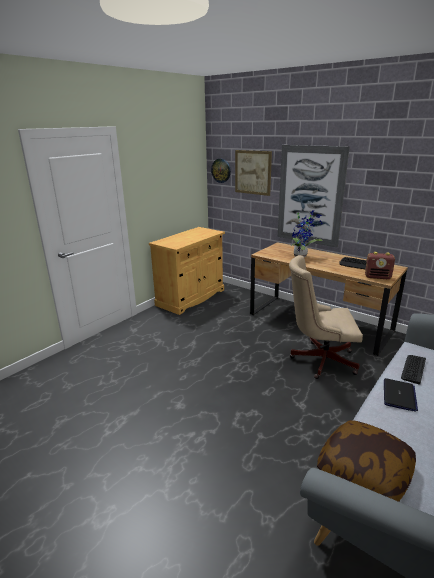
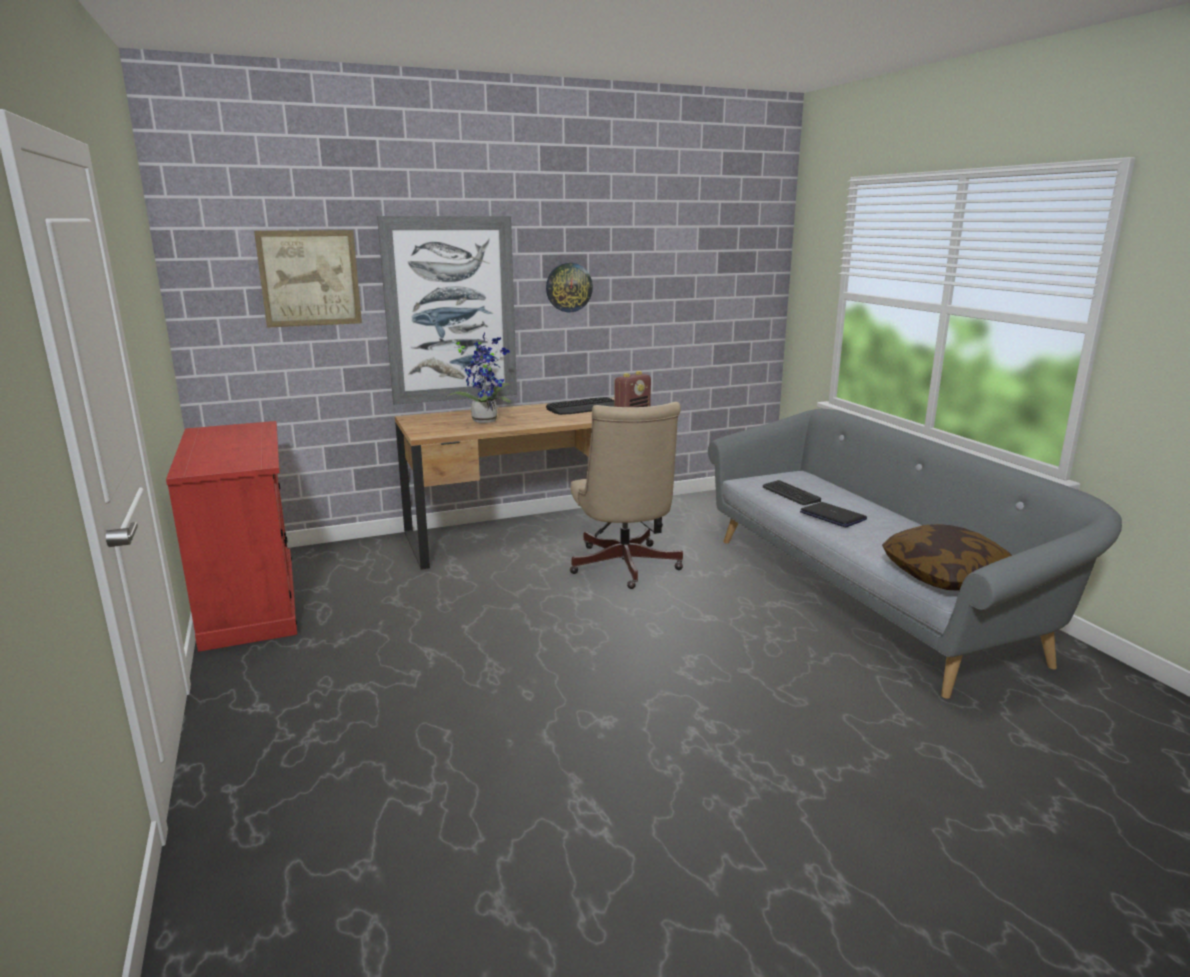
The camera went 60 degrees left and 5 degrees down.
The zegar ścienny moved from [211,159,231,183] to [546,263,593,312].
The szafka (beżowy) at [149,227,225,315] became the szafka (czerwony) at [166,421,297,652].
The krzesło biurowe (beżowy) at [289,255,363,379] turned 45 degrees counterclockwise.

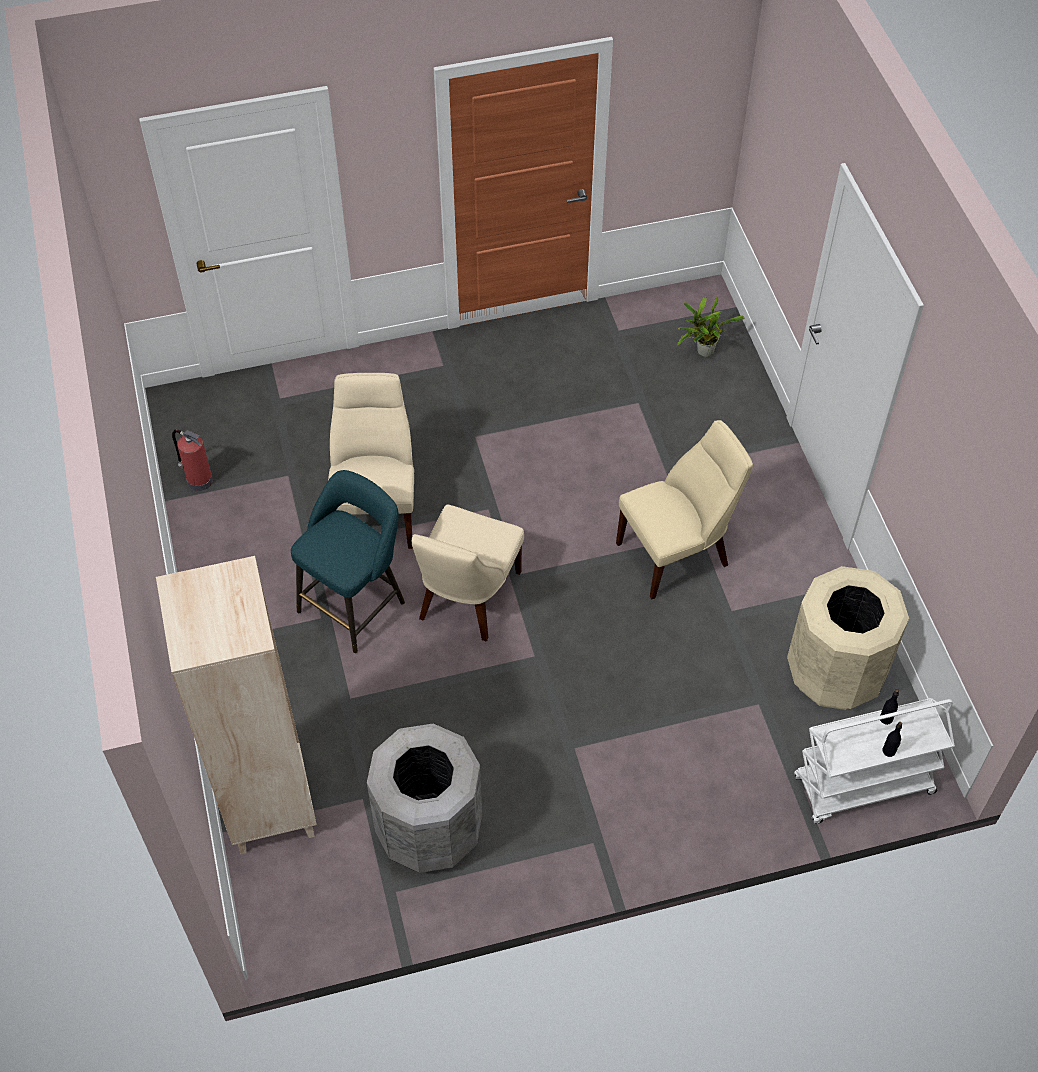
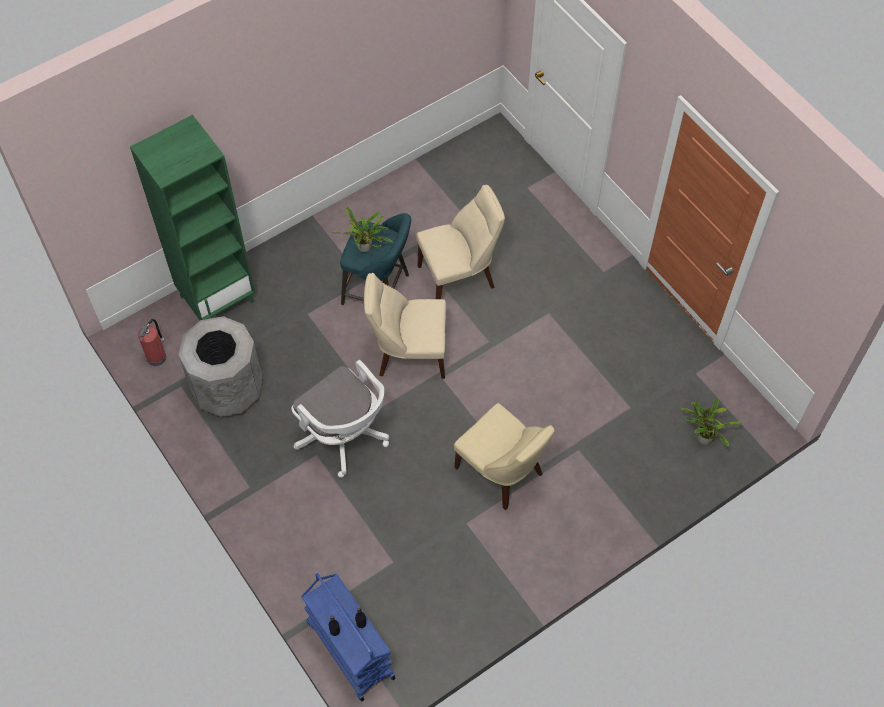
The camera went 70 degrees right and 5 degrees up.
The gaśnica moved from [172,429,213,491] to [138,319,166,366].
The regał (beżowy) at [156,556,317,854] became the regał (zielony) at [130,115,255,320].
The kosz na śmieci (beżowy) at [787,566,909,710] disappeared.
The wózek (biały) at [794,698,955,824] became the wózek (niebieski) at [301,573,396,702].
The roślina doniczkowa at [332,207,393,252] appeared.
The krzesło biurowe (biały) at [292,360,389,478] appeared.

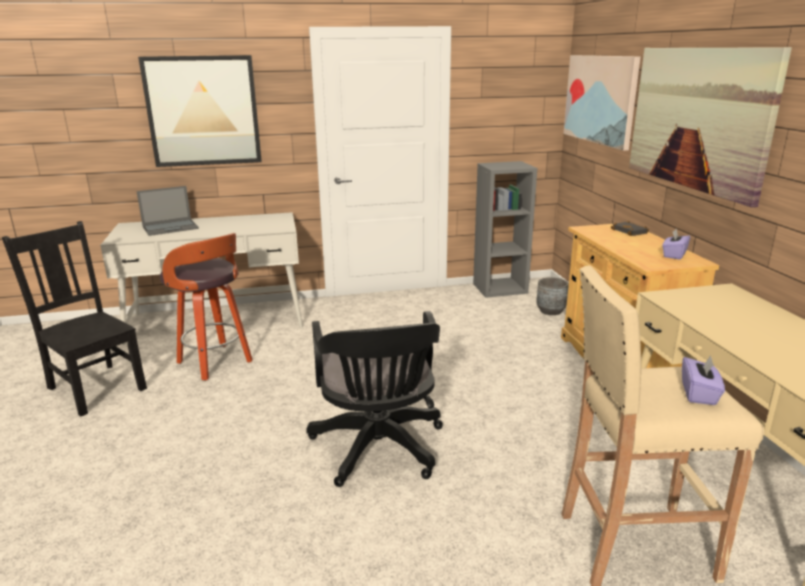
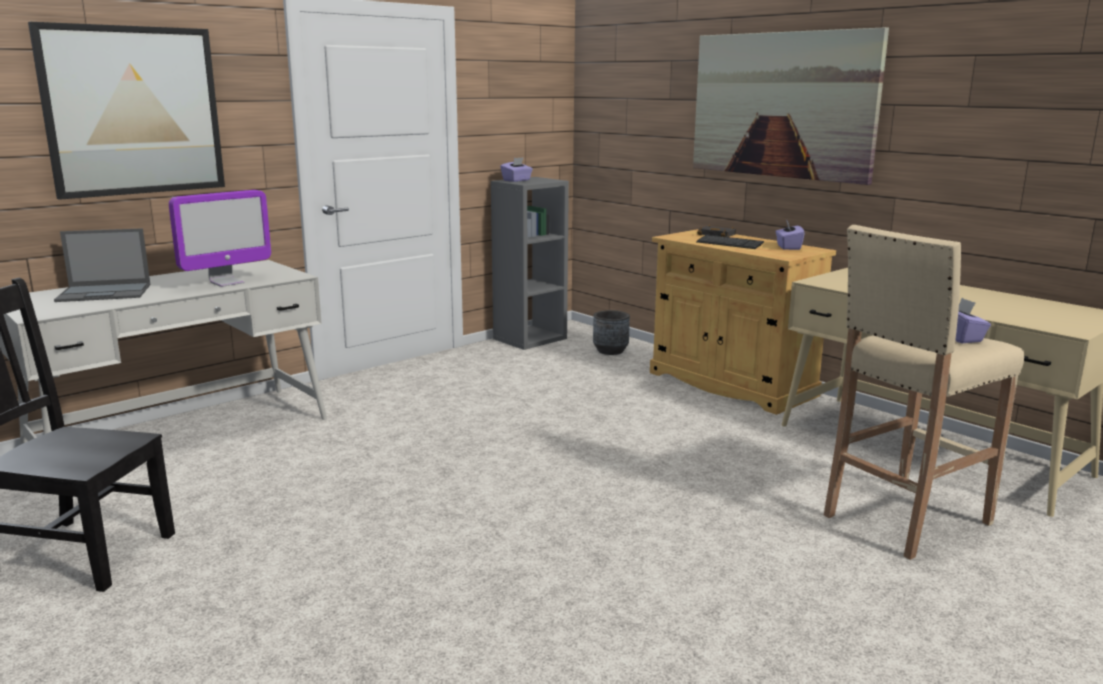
The camera went 30 degrees left and 5 degrees down.
The obraz at [563,55,641,151] disappeared.
The laptop at [136,186,199,236] turned 45 degrees clockwise.
The stołek at [160,233,253,381] disappeared.
The krzesło biurowe (czarny) at [306,311,443,487] disappeared.
The pudełko chusteczek (fioletowy) at [500,157,533,182] appeared.
The monitor at [169,190,271,287] appeared.
The klawiatura at [696,235,764,249] appeared.

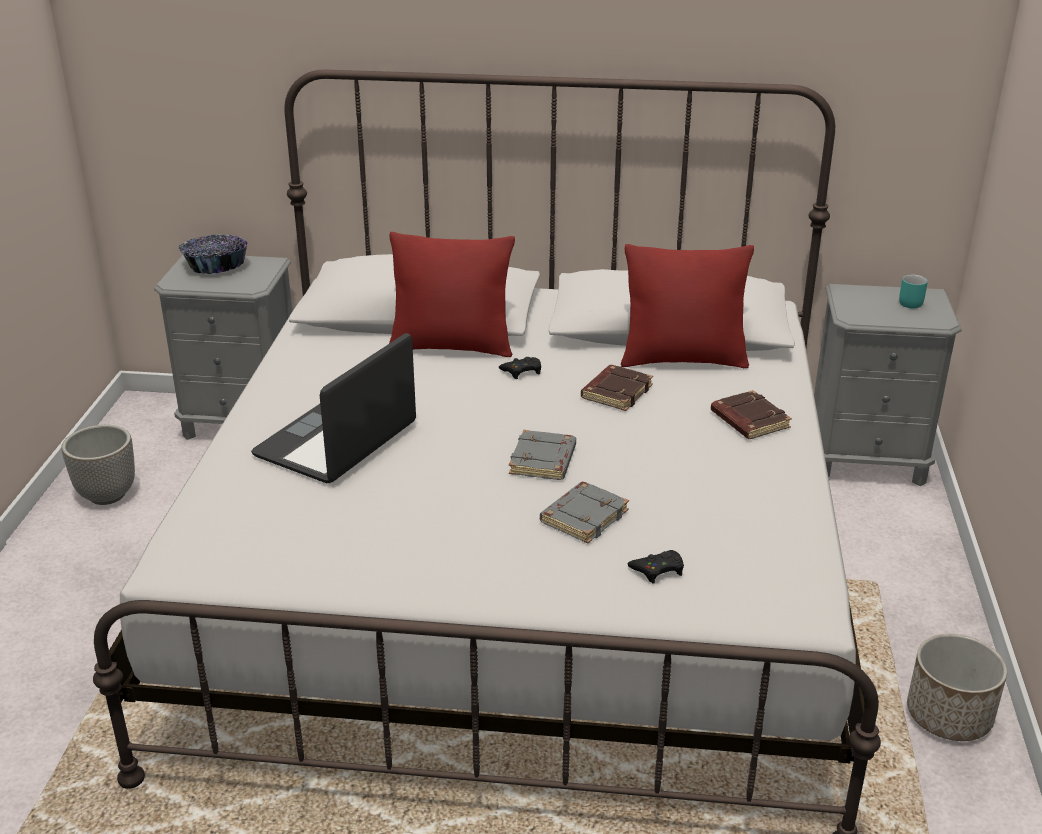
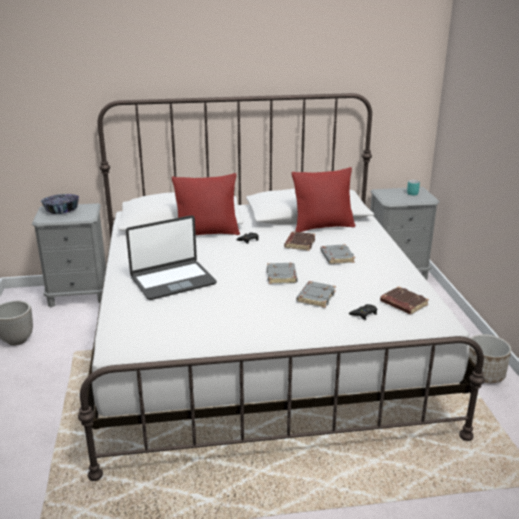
The camera went 15 degrees left and 5 degrees down.
The laptop at [251,333,416,483] turned 135 degrees counterclockwise.
The książka (brązowy) moved from [711,390,792,439] to [380,286,429,315].
The książka (szary) at [321,244,355,264] appeared.

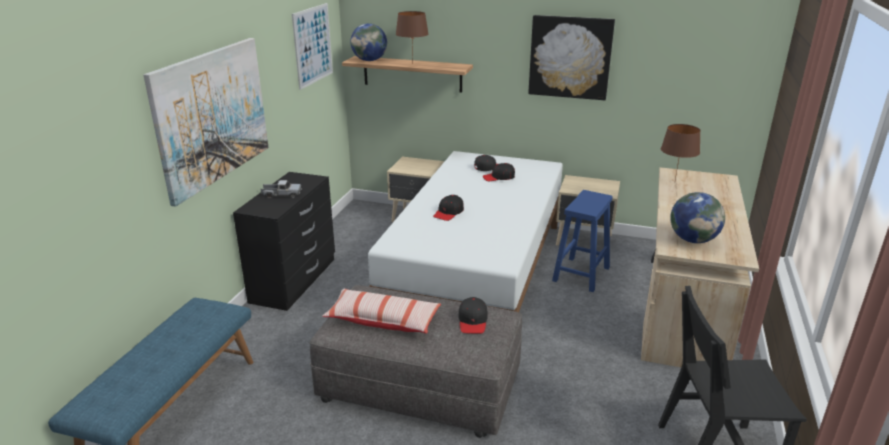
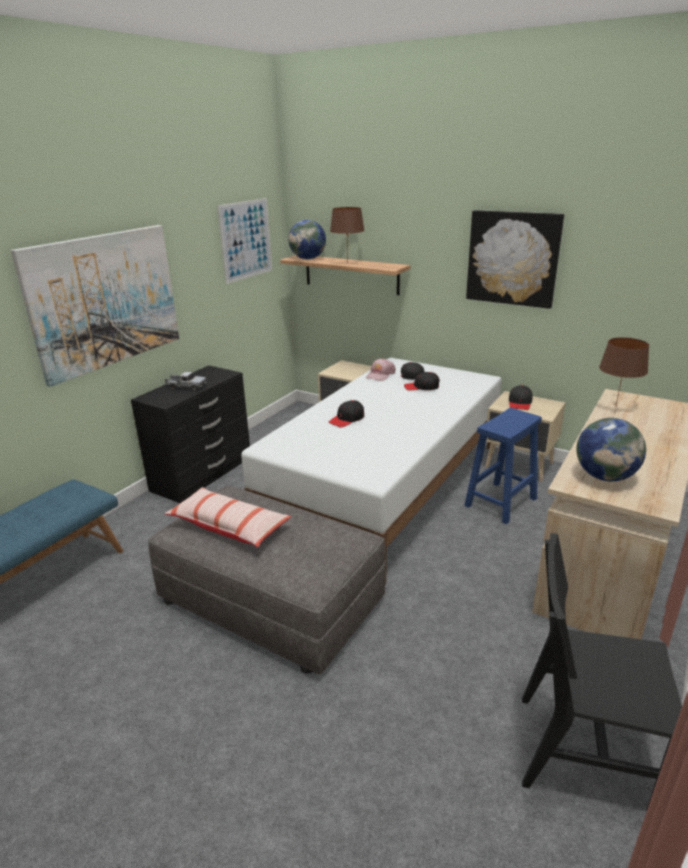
The camera went 15 degrees right and 0 degrees up.
The czapka z daszkiem (czarny) moved from [458,297,488,334] to [509,385,533,410].
The czapka z daszkiem (różowy) at [366,358,396,381] appeared.

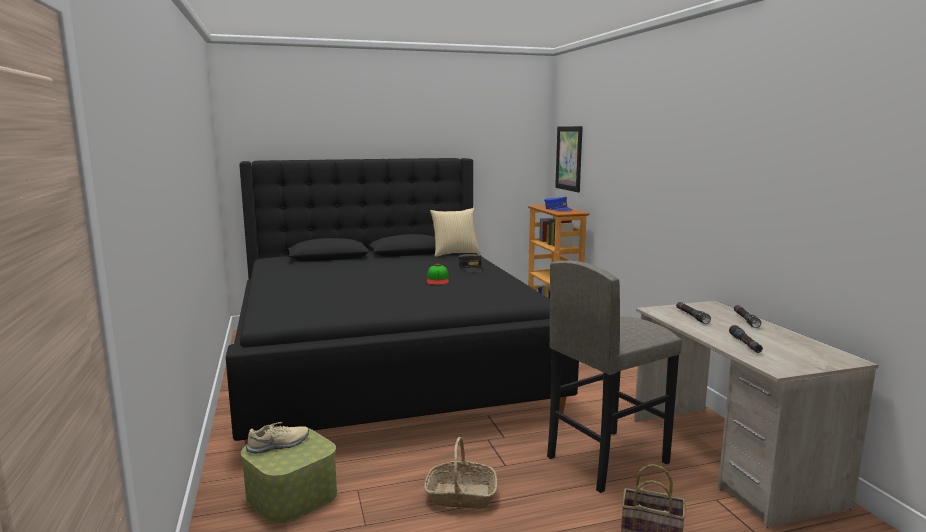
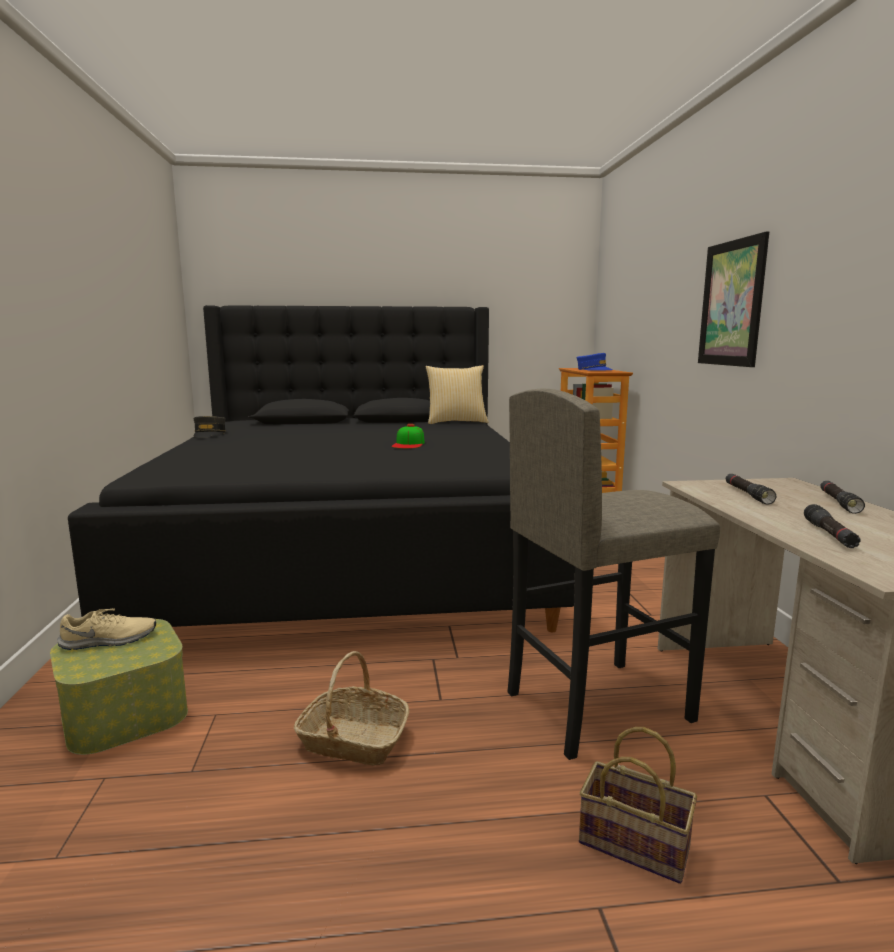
The camera went 10 degrees right and 0 degrees up.
The obraz moved from [555,126,583,192] to [698,231,769,367].
The czapka z daszkiem (szary) moved from [458,254,483,272] to [194,416,226,437].

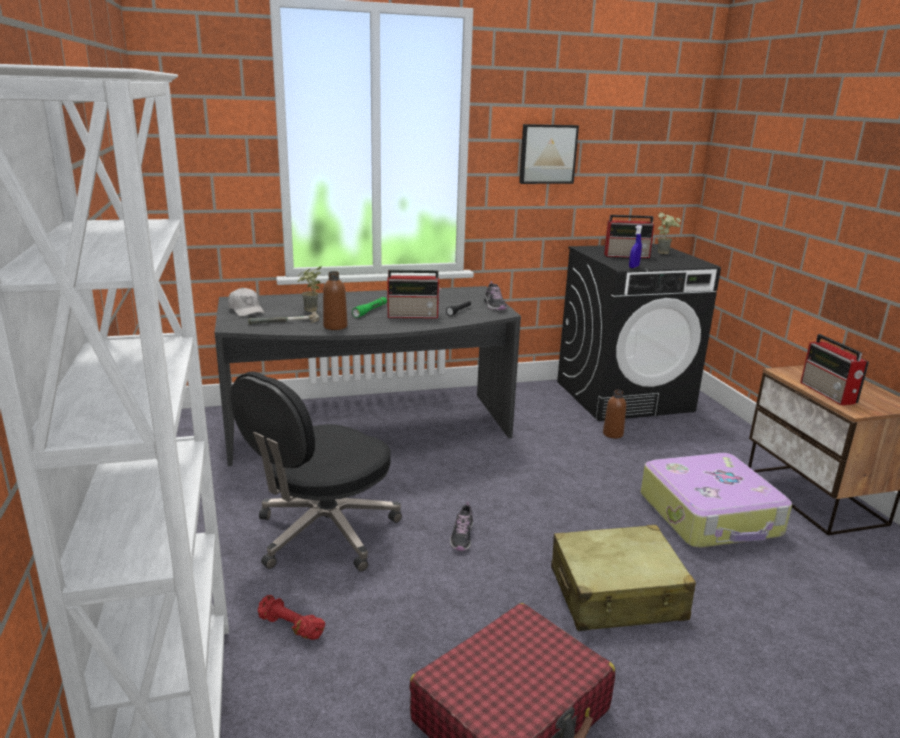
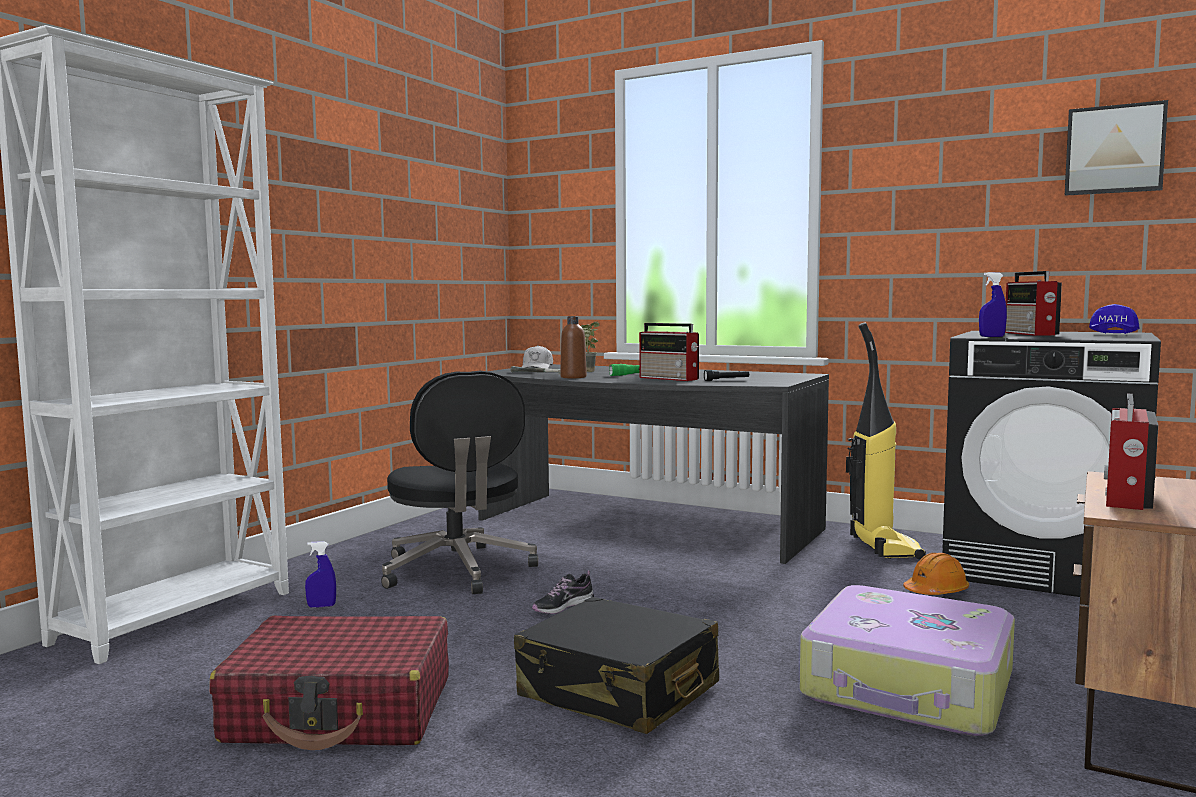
The camera went 45 degrees right and 15 degrees down.
The obraz moved from [519,124,579,184] to [1065,100,1168,196].
The roślina doniczkowa at [658,212,681,254] was replaced by the czapka z daszkiem (niebieski) at [1089,304,1139,334].
The radio at [604,215,654,258] turned 45 degrees clockwise.
The but at [484,281,507,310] disappeared.
The krzesło biurowe (czarny) at [230,371,402,572] turned 105 degrees counterclockwise.
The butelka (brązowy) at [603,389,626,438] was replaced by the kask (pomarańczowy) at [903,553,969,595].
The walizka (beżowy) at [551,525,696,631] became the walizka (czarny) at [514,597,719,734].
The hantel (czerwony) at [258,595,325,640] was replaced by the spryskiwacz (niebieski) at [305,541,336,608].
The odkurzacz at [846,323,926,559] appeared.

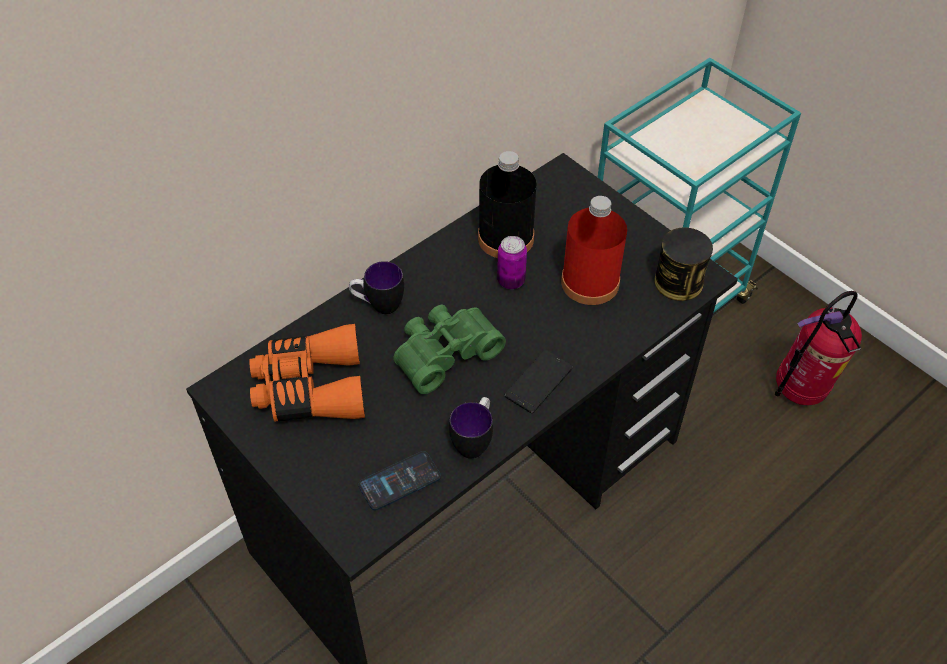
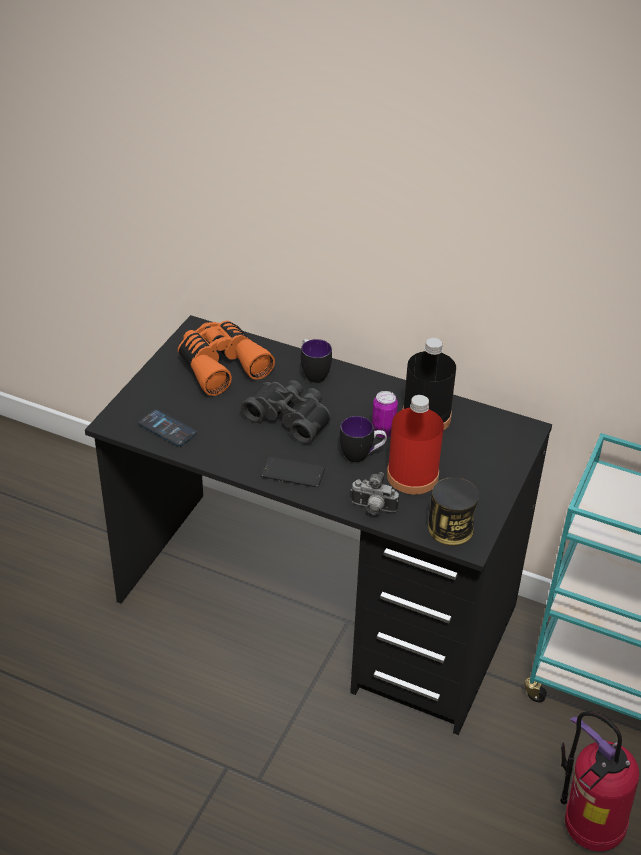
The camera went 65 degrees right and 10 degrees down.
The lornetka (zielony) at [393,305,506,394] became the lornetka (czarny) at [241,380,331,444].
The kubek moved from [449,397,493,459] to [340,416,387,463].
The aparat fotograficzny at [351,472,399,515] appeared.

